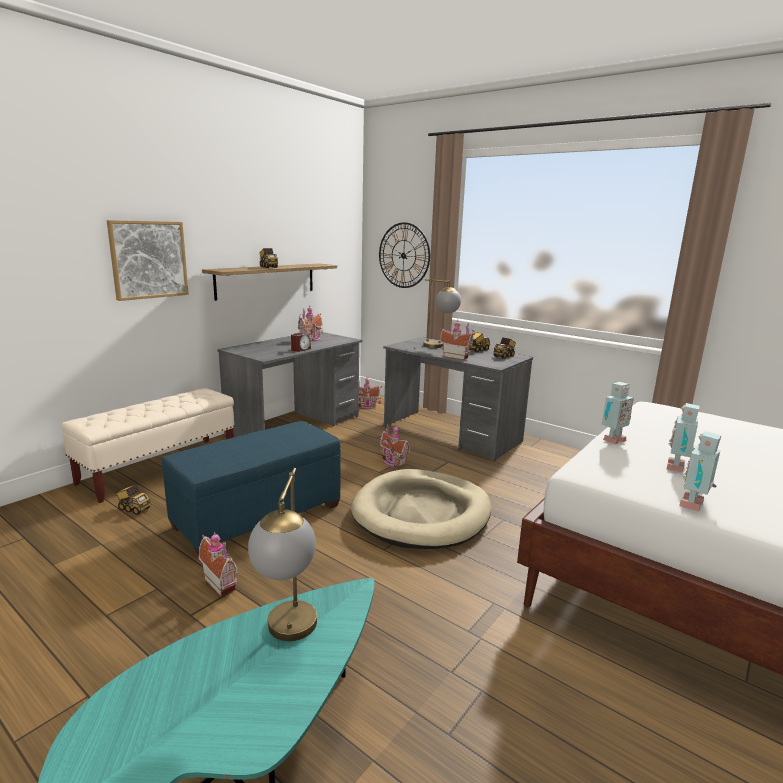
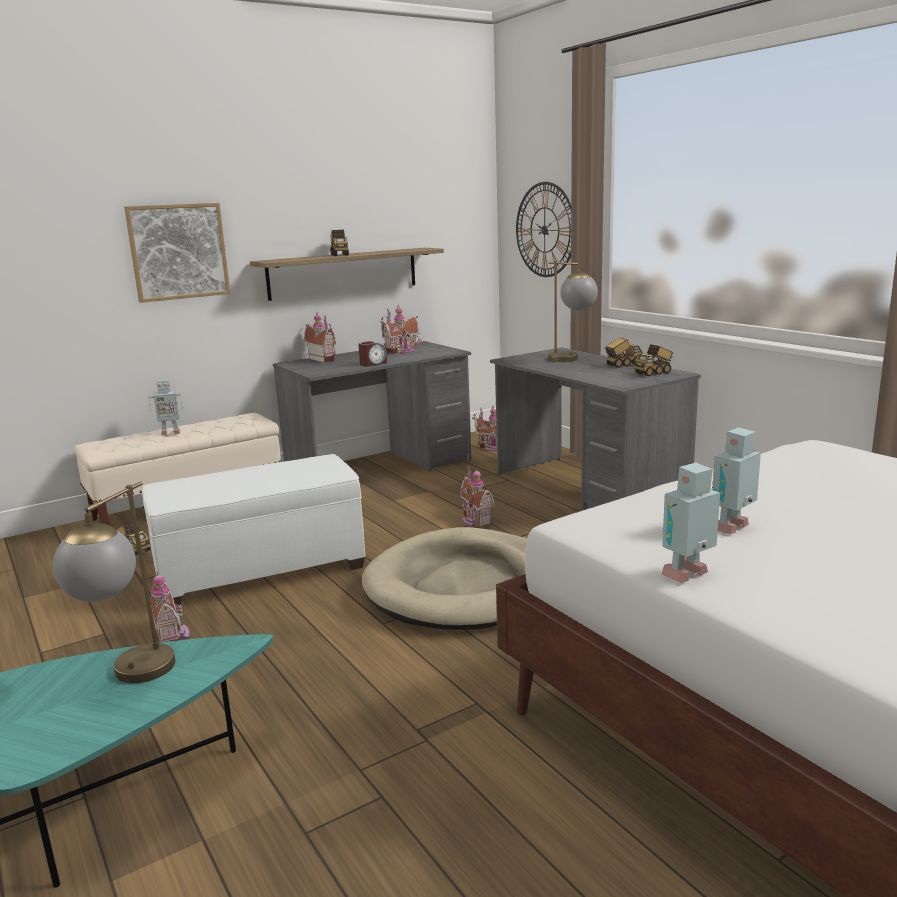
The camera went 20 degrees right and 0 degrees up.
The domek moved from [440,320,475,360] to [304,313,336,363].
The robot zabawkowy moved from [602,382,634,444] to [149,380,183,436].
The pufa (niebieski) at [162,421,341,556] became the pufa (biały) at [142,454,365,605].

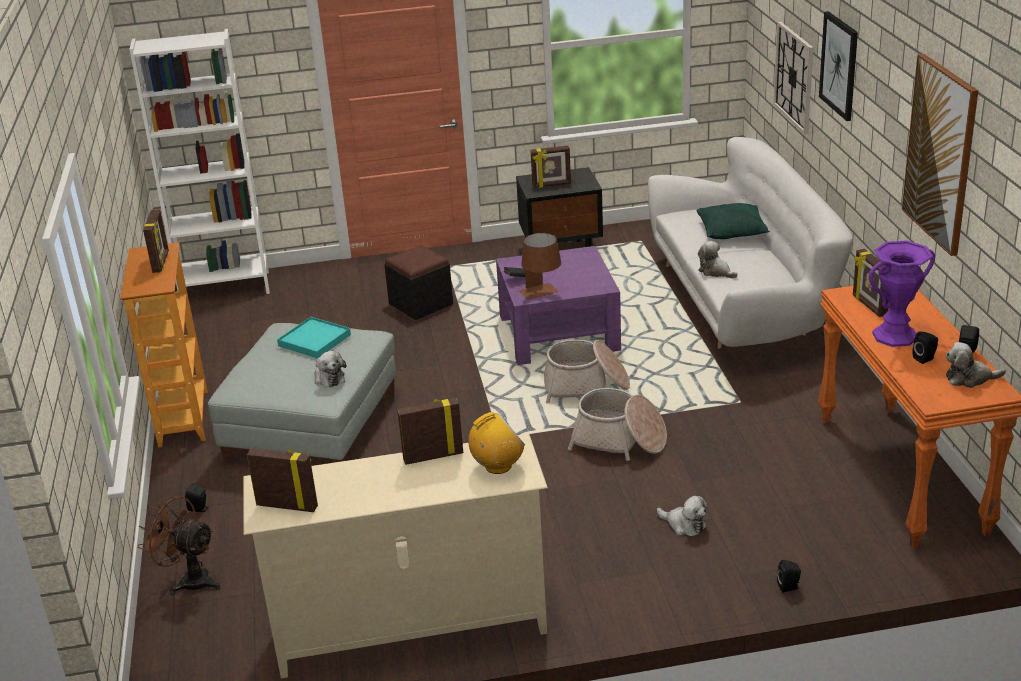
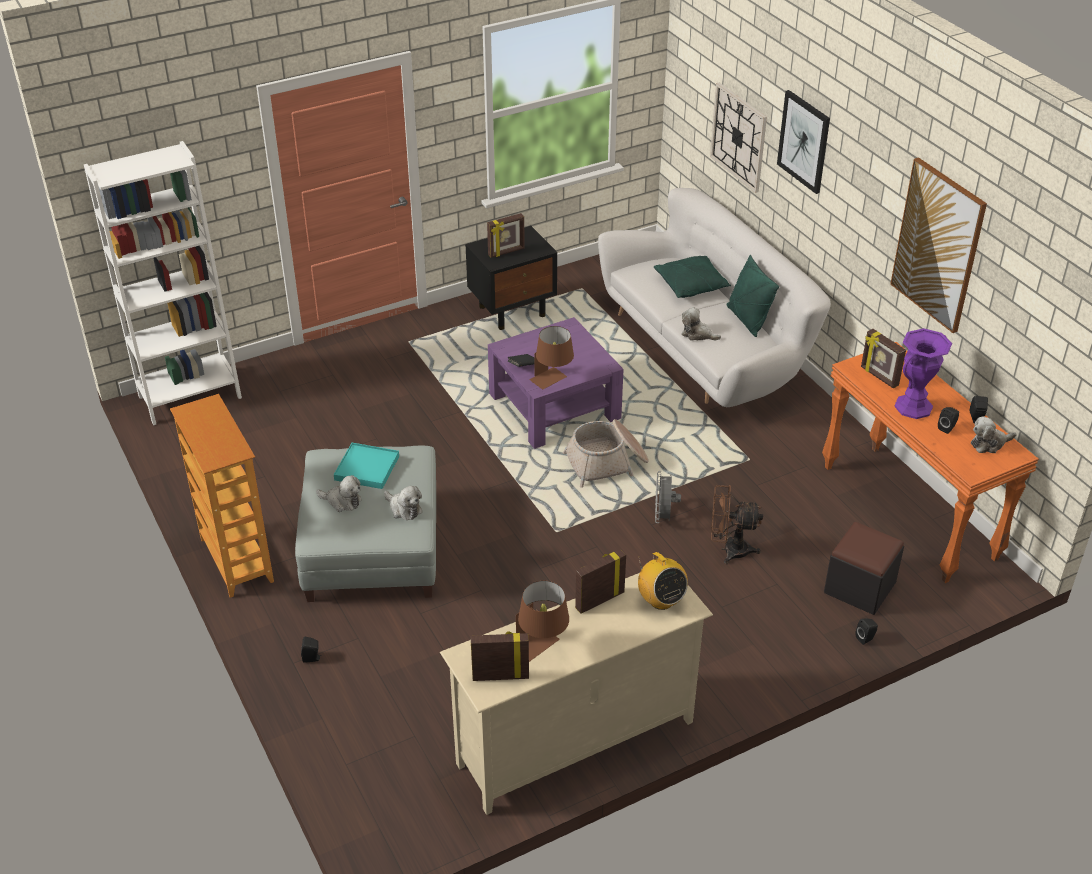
The camera went 20 degrees left and 10 degrees up.
The ramka na zdjęcie at [143,209,169,273] disappeared.
The pufa (czarny) moved from [384,245,453,320] to [824,522,904,615].
The koszyk at [568,388,667,461] was replaced by the wentylator (szary) at [655,471,681,523].
The radio at [468,412,525,474] turned 105 degrees clockwise.
The wentylator (brązowy) moved from [138,495,220,594] to [711,485,763,564].
The pluszak moved from [657,496,707,536] to [316,475,362,512].
The poduszka (zielony) at [727,255,779,337] appeared.
The lampa stołowa (brązowy) at [516,581,569,662] appeared.

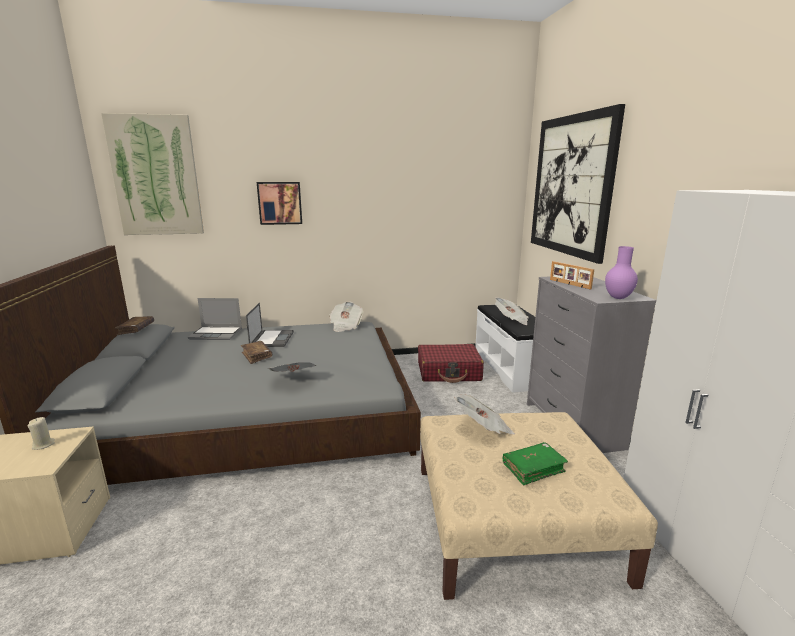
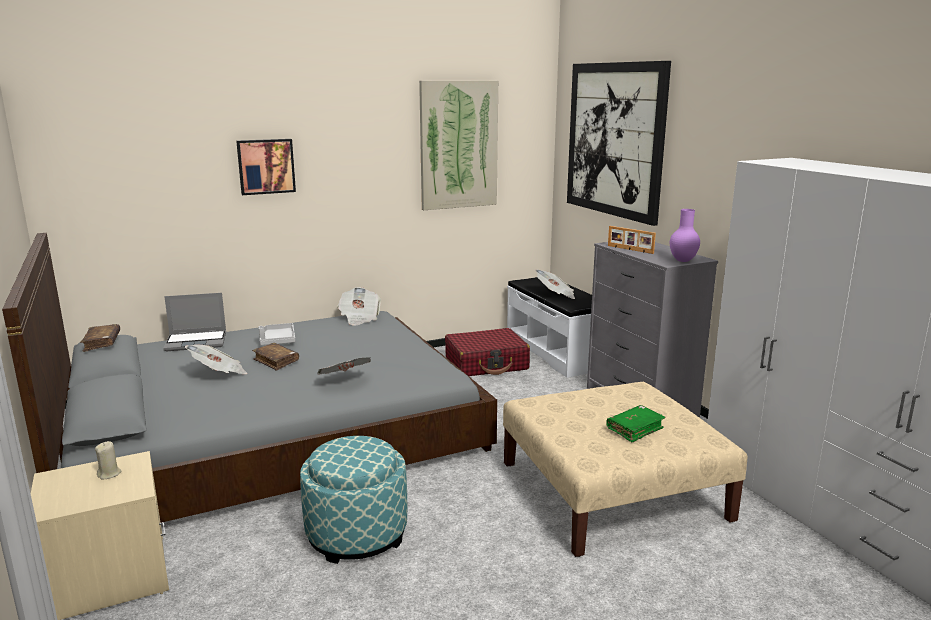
The camera went 15 degrees left and 0 degrees up.
The obraz moved from [101,113,204,235] to [419,80,498,210].
The laptop at [246,303,294,347] was replaced by the taca (szary) at [259,323,295,345].
The gazeta moved from [454,394,515,435] to [185,345,247,374].
The pufa at [300,436,407,564] appeared.

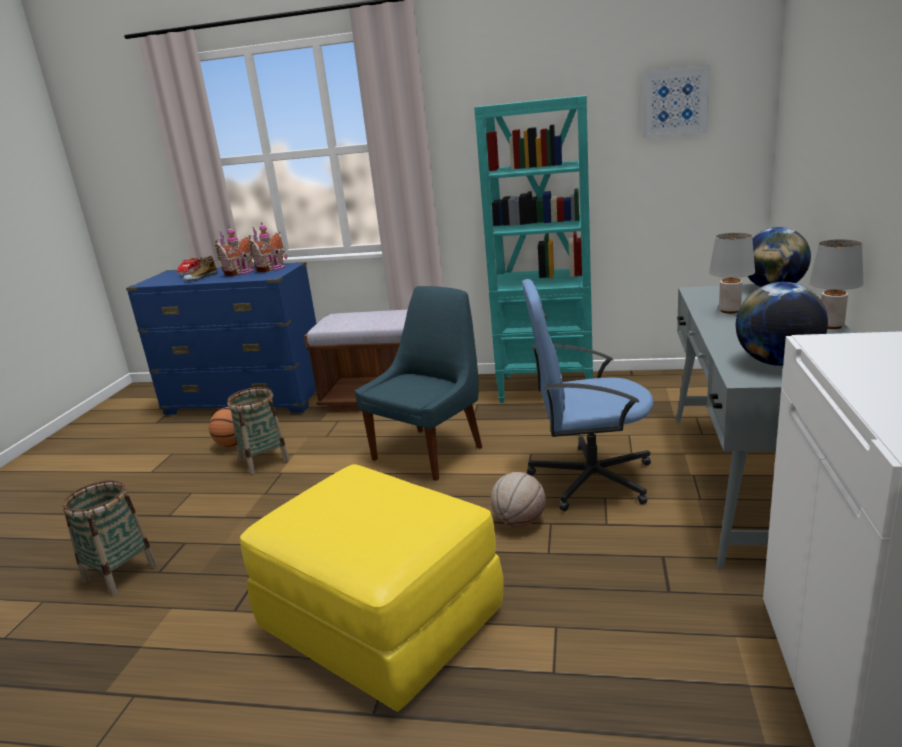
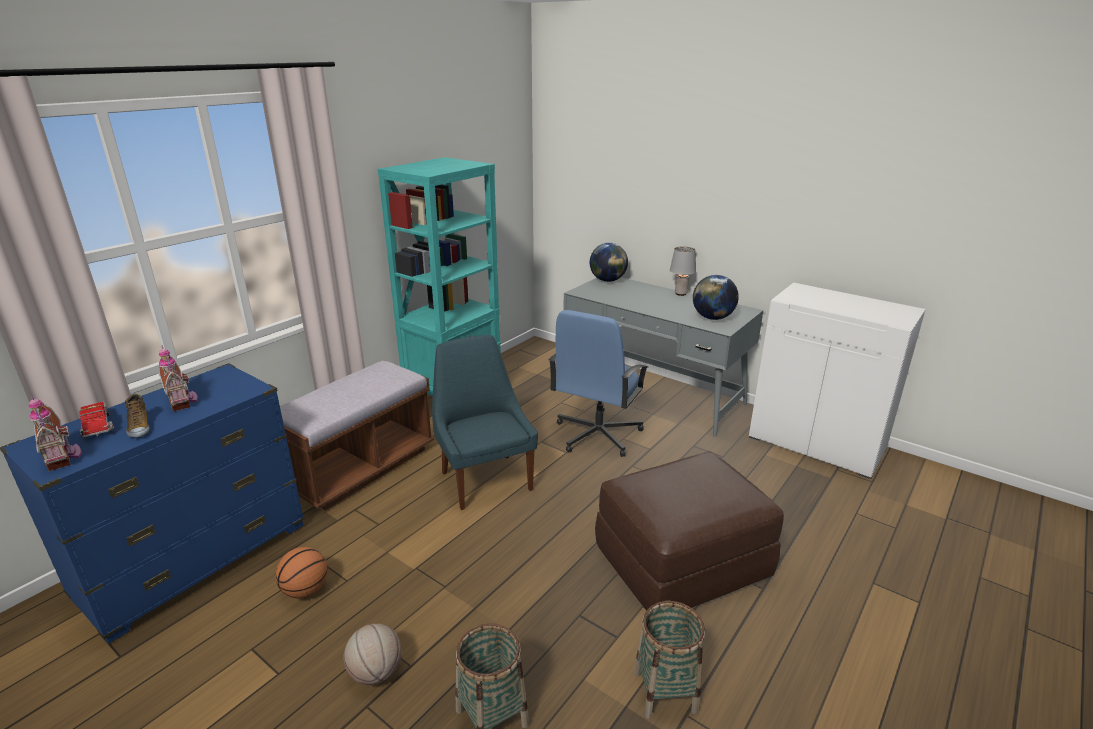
The camera went 65 degrees left and 5 degrees up.
The obraz at [643,65,710,138] disappeared.
The domek moved from [249,222,287,272] to [29,395,81,472].
The lampa stołowa (szary) at [709,233,755,314] disappeared.
The koszyk moved from [227,387,289,474] to [634,601,705,719].
The pufa (żółty) at [240,464,504,712] became the pufa (brązowy) at [595,451,784,611].
The piłka do koszykówki moved from [491,472,546,528] to [343,623,402,685].

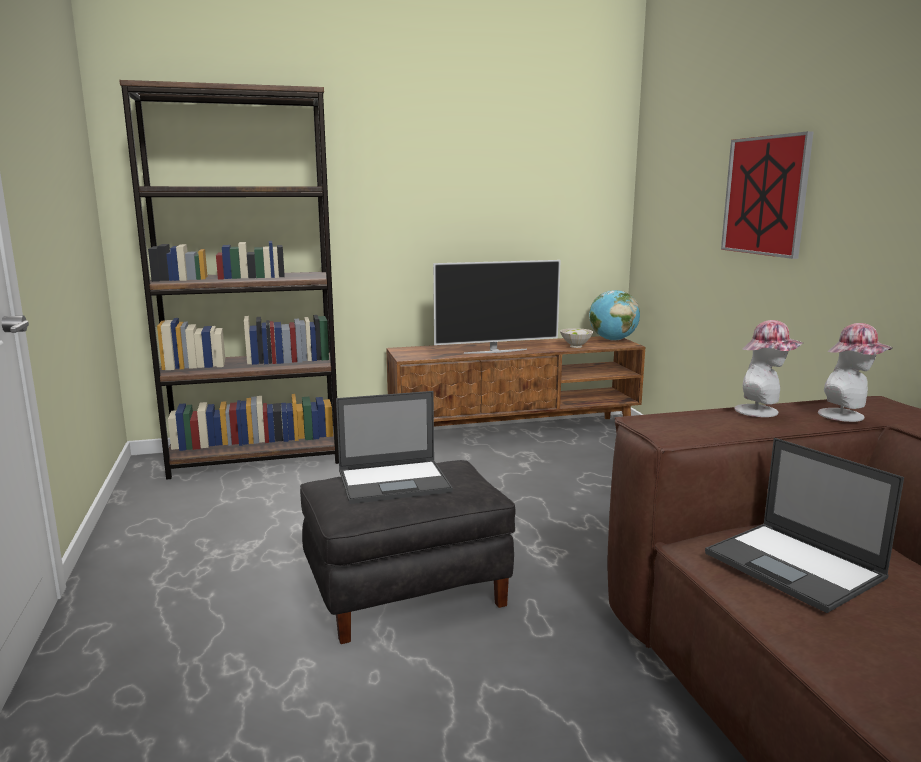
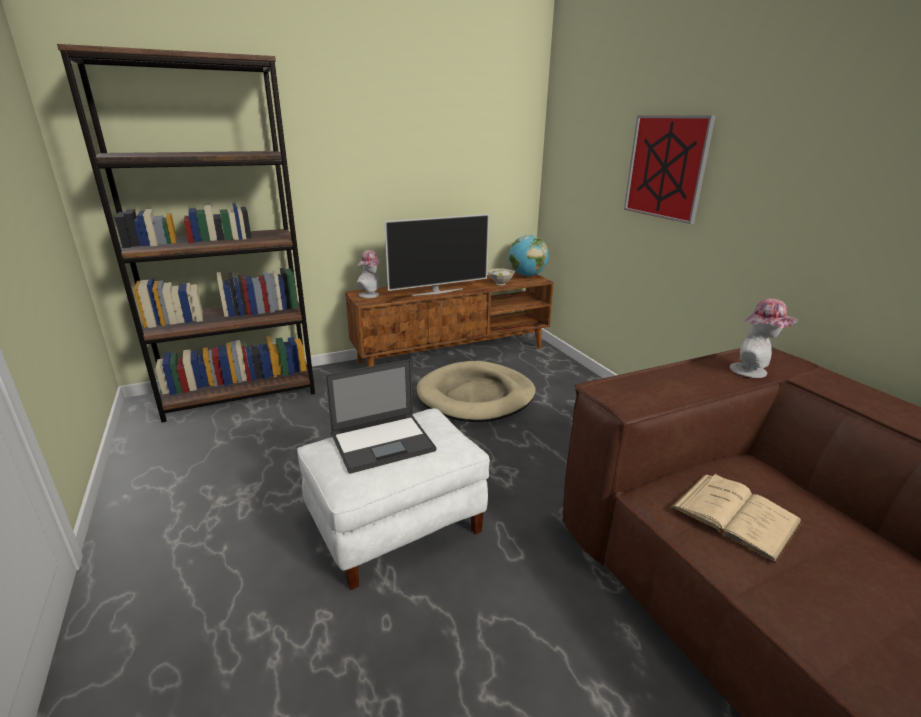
The camera went 10 degrees left and 10 degrees up.
The kapelusz moved from [735,320,803,417] to [357,250,383,298].
The laptop at [705,438,904,613] was replaced by the książka (beżowy) at [671,474,803,564].
The pufa (czarny) at [300,460,515,644] became the pufa (biały) at [297,408,490,590].
The legowisko (beżowy) at [417,361,536,422] appeared.

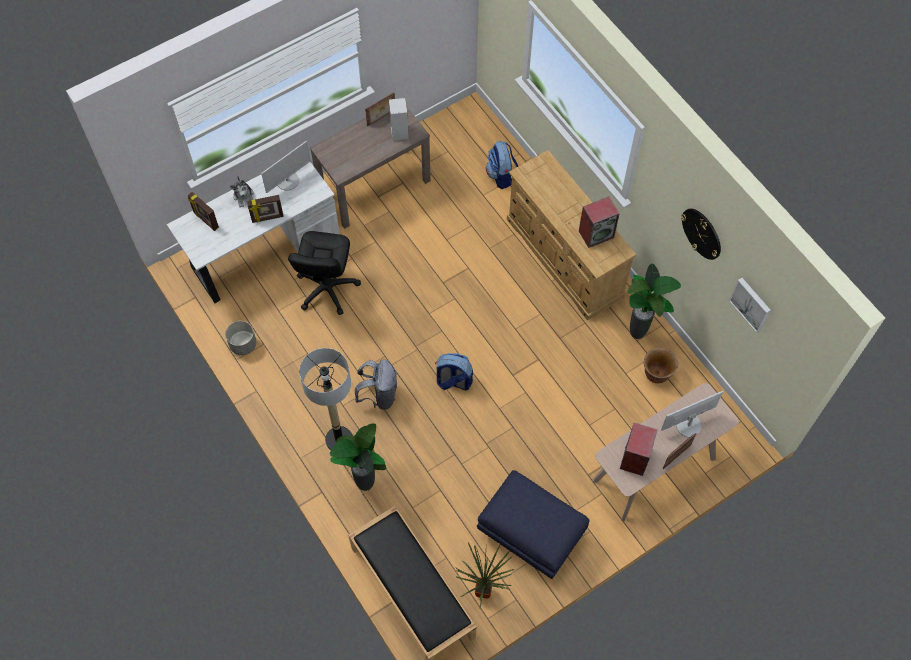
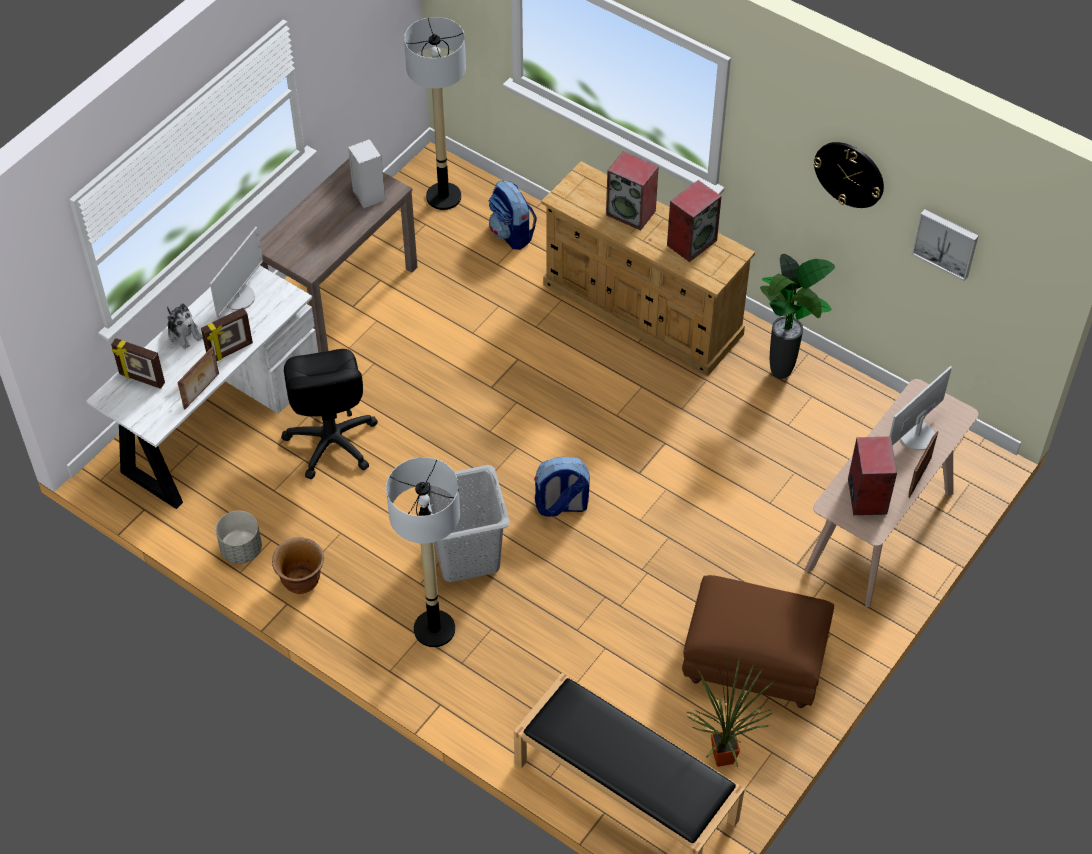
The camera went 20 degrees left and 10 degrees down.
The ramka na zdjęcie moved from [365,92,395,126] to [177,346,219,410].
The donica (brązowy) moved from [644,348,678,383] to [272,537,324,594].
The plecak (szary) at [355,359,397,410] was replaced by the kosz na pranie (szary) at [427,465,510,582].
The roślina doniczkowa at [330,423,386,491] disappeared.
The pufa (niebieski) at [477,470,590,579] became the pufa (brązowy) at [682,575,834,708].
The lampa stojąca at [404,17,466,210] appeared.
The głośnik at [606,151,659,230] appeared.

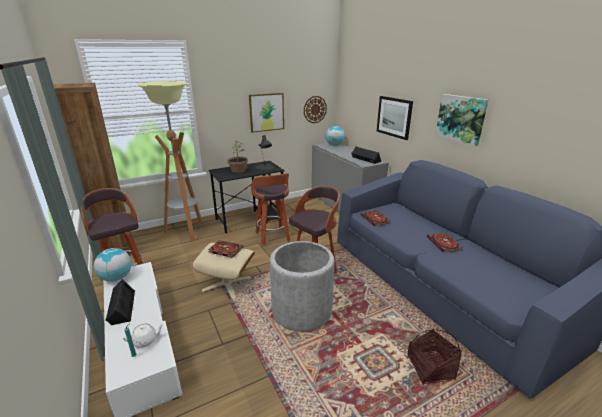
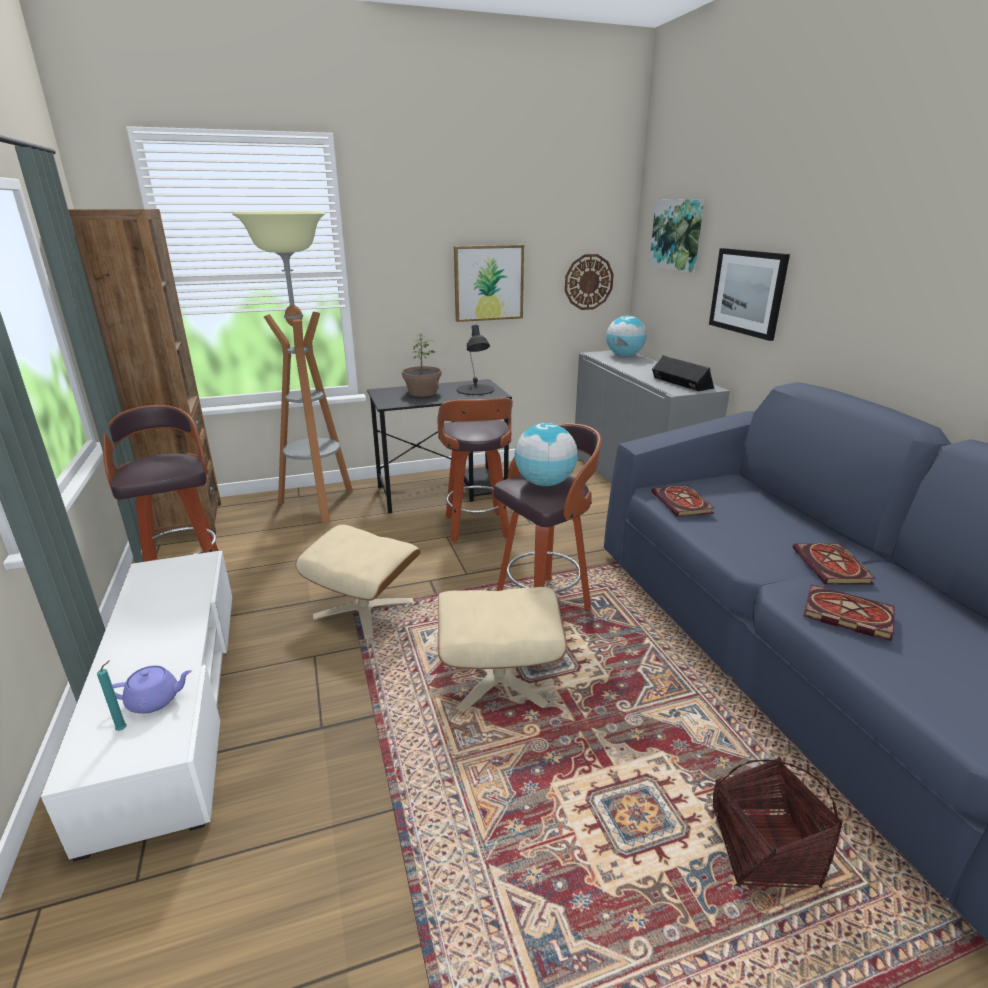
The camera went 10 degrees right and 0 degrees up.
The obraz moved from [435,94,488,146] to [649,199,704,273].
The książka moved from [208,240,243,258] to [804,584,895,641].
The donica (szary) at [270,241,335,332] was replaced by the pufa (beżowy) at [438,587,567,712].
The globus moved from [94,248,132,282] to [514,423,578,486].
The głośnik (czarny) at [105,279,135,325] disappeared.
The imbryk (biały) at [123,323,164,348] became the imbryk (fioletowy) at [112,665,192,714].

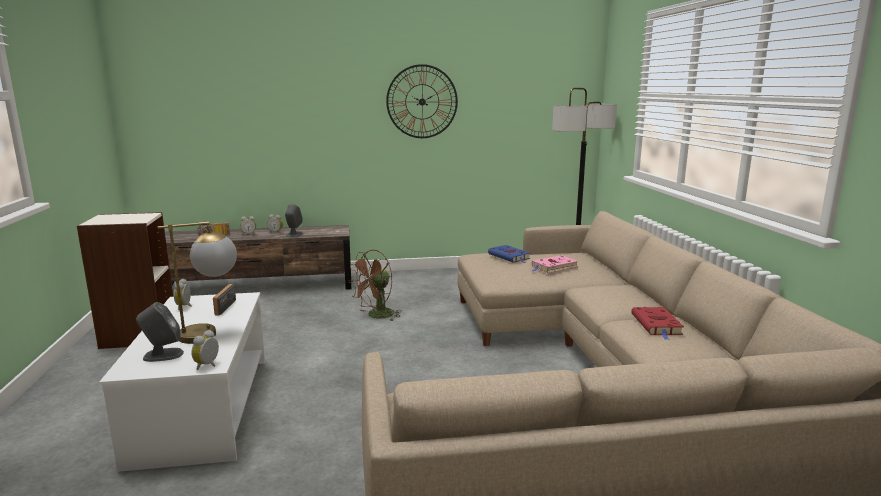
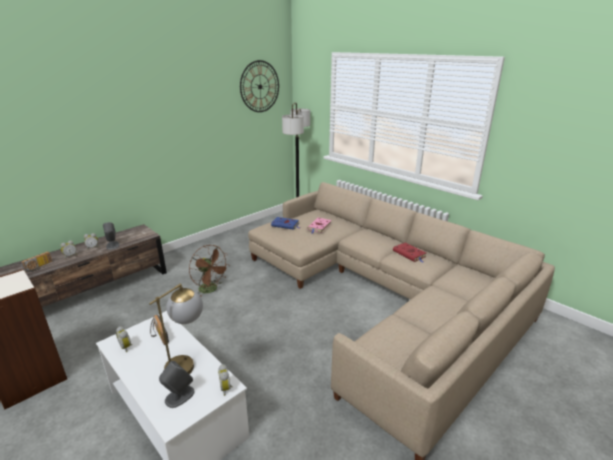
The camera went 35 degrees left and 10 degrees up.
The zegar ścienny moved from [386,64,458,138] to [240,60,279,112].
The wentylator (brązowy) at [348,250,401,321] turned 60 degrees counterclockwise.

